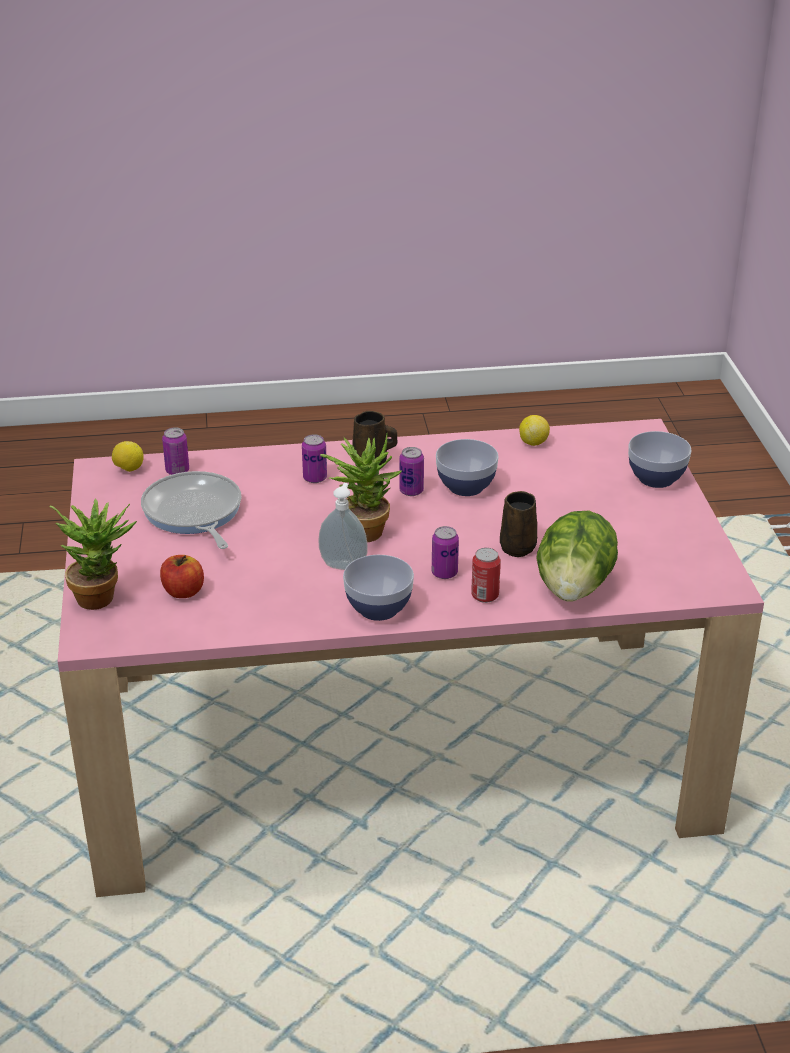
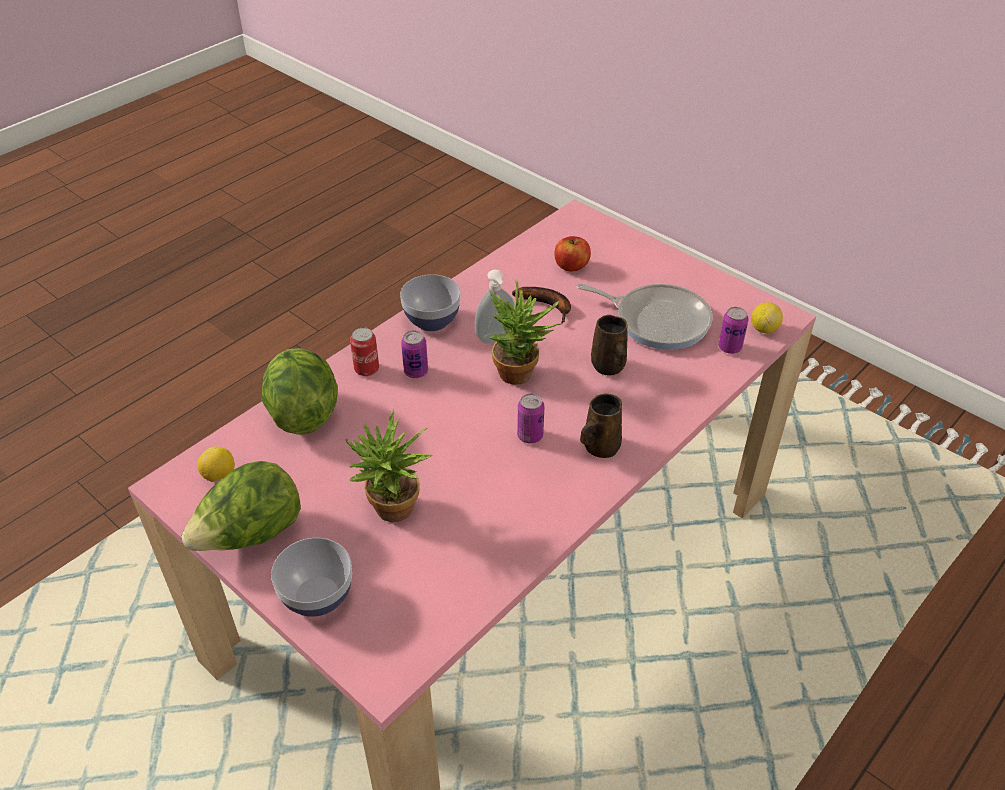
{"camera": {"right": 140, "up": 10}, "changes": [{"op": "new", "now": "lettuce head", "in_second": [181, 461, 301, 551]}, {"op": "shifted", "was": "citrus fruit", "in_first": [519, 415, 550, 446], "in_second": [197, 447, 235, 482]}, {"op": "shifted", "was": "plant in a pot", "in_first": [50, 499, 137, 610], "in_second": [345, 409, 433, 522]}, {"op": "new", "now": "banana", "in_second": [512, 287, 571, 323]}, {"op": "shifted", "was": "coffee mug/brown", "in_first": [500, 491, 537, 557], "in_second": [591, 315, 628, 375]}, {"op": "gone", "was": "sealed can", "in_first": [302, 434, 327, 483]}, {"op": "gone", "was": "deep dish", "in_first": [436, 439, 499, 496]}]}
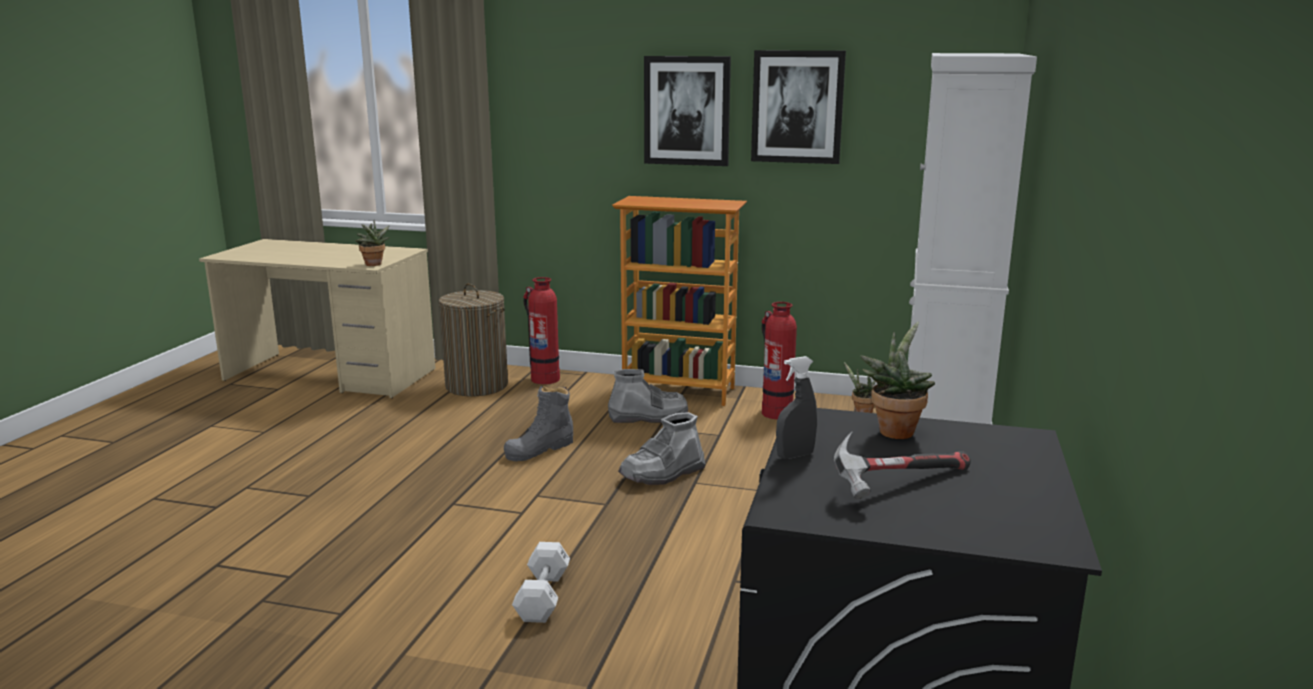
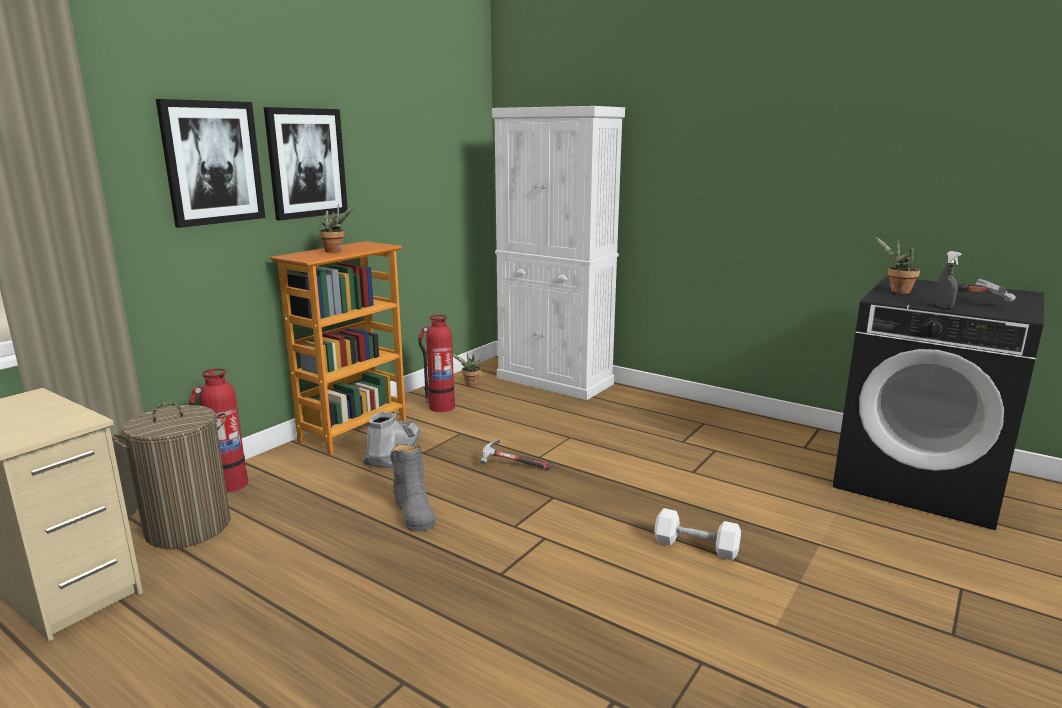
{"camera": {"right": -70, "up": 0}, "changes": [{"op": "shifted", "was": "wall art", "in_first": [751, 50, 846, 164], "in_second": [156, 99, 265, 228]}, {"op": "shifted", "was": "plant in a pot", "in_first": [355, 220, 390, 266], "in_second": [319, 204, 355, 253]}, {"op": "swapped", "was": "tall boot/gray", "now": "tool hammer", "in_first": [618, 412, 705, 485], "in_second": [480, 440, 552, 470]}]}
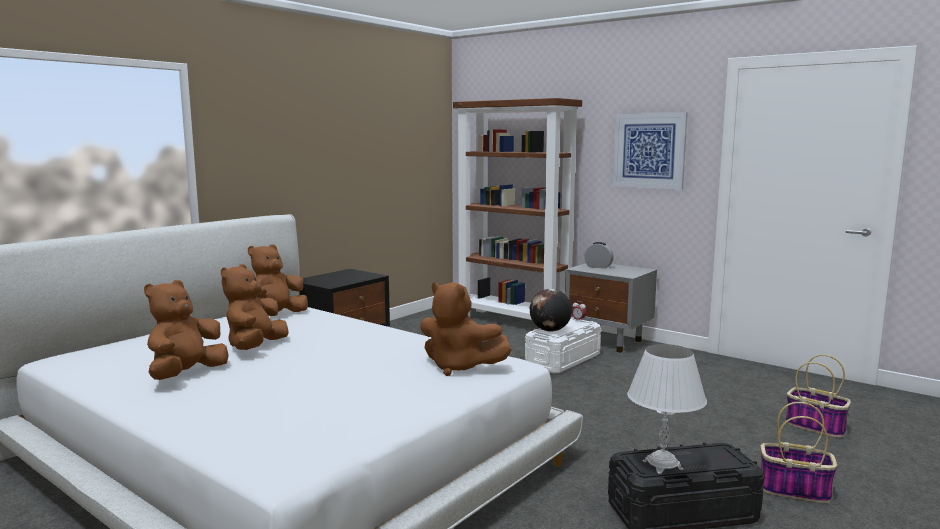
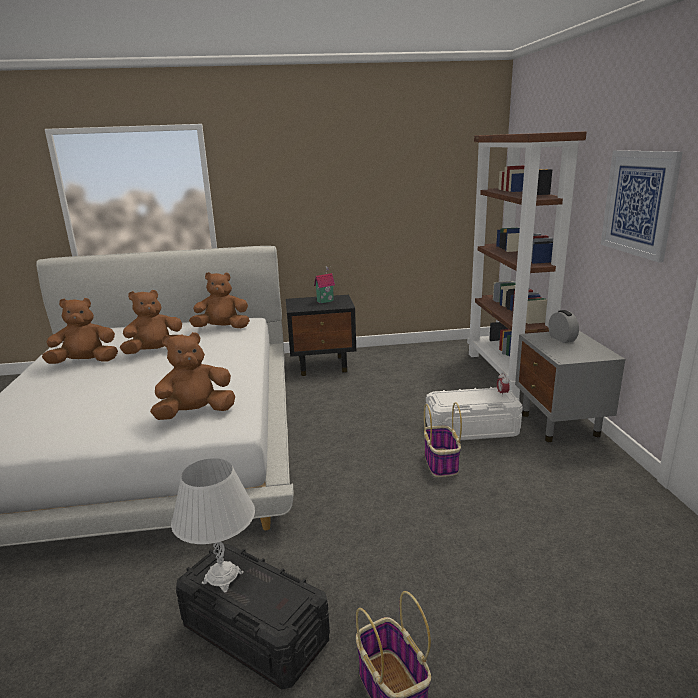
{"camera": {"right": 45, "up": 10}, "changes": [{"op": "rotated", "was": "cuddly toy/brown", "in_first": [420, 282, 512, 376], "in_second": [150, 332, 235, 420], "clockwise": 75}, {"op": "new", "now": "toy house", "in_second": [314, 266, 335, 304]}, {"op": "shifted", "was": "household basket", "in_first": [786, 354, 851, 438], "in_second": [424, 402, 462, 477]}, {"op": "gone", "was": "globe", "in_first": [530, 289, 572, 332]}]}
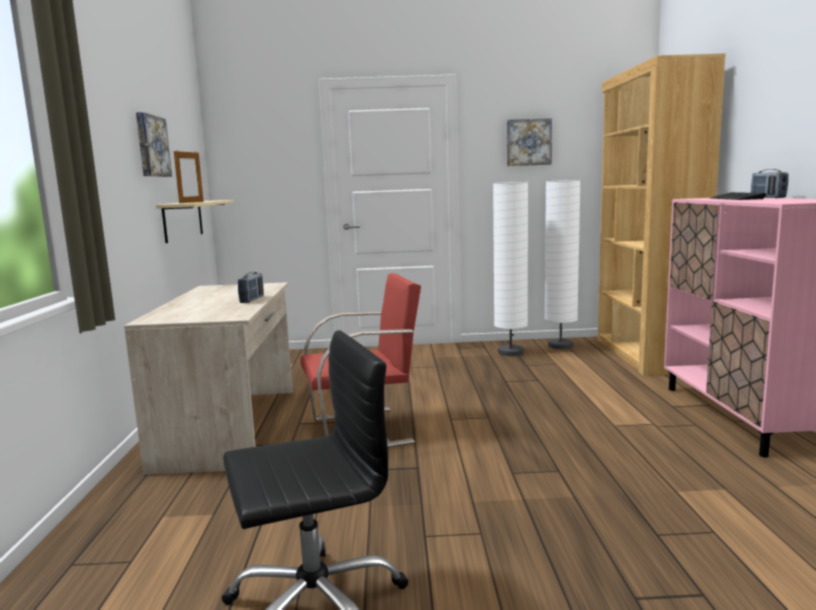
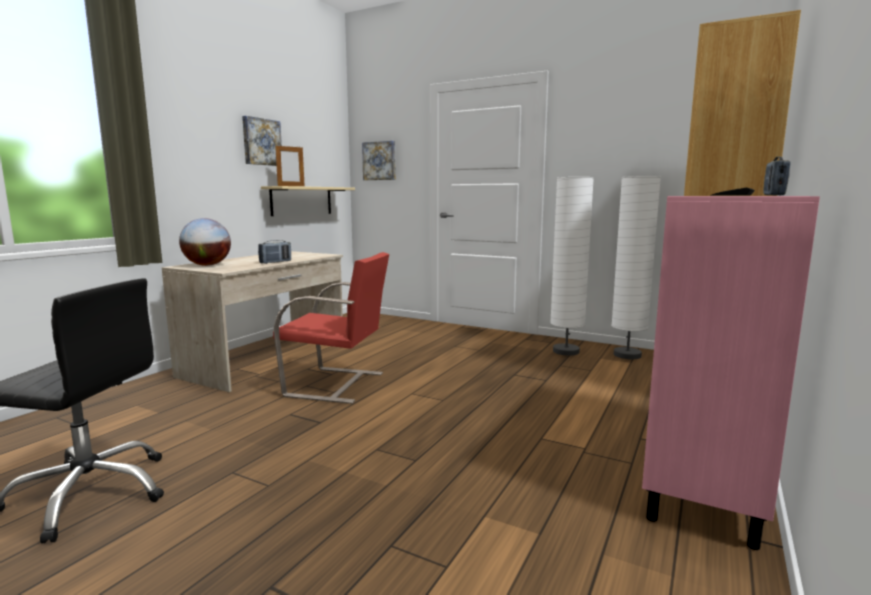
{"camera": {"right": 30, "up": 0}, "changes": [{"op": "new", "now": "globe", "in_second": [179, 218, 231, 266]}, {"op": "shifted", "was": "wall art", "in_first": [507, 118, 552, 166], "in_second": [362, 141, 396, 180]}]}
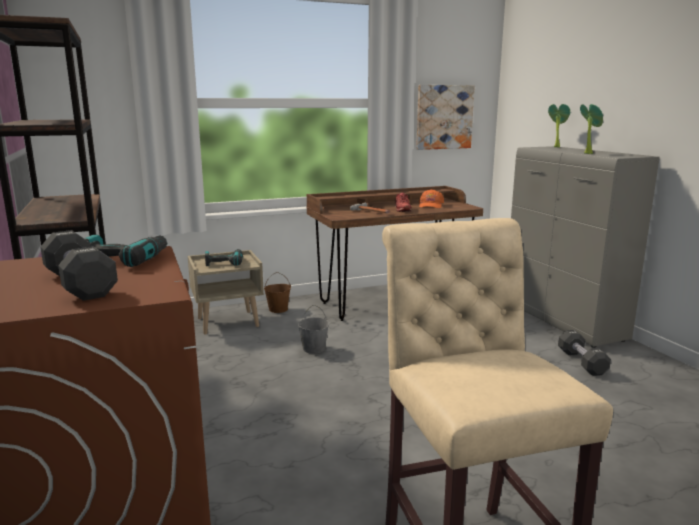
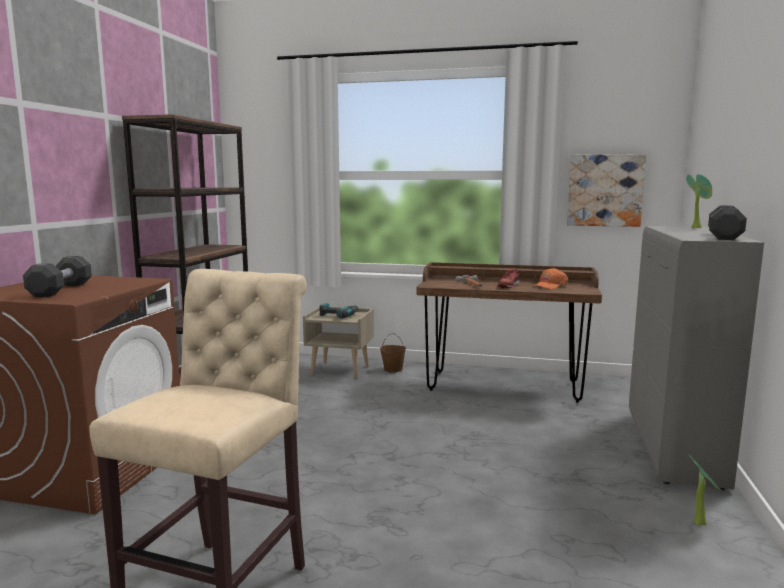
{"camera": {"right": 35, "up": -5}, "changes": [{"op": "shifted", "was": "plant in a pot", "in_first": [580, 104, 603, 154], "in_second": [689, 455, 722, 526]}, {"op": "shifted", "was": "hand weight/blackish", "in_first": [558, 330, 611, 376], "in_second": [708, 205, 747, 240]}, {"op": "gone", "was": "drill", "in_first": [84, 235, 167, 267]}, {"op": "gone", "was": "bucket/gray", "in_first": [298, 305, 329, 354]}]}
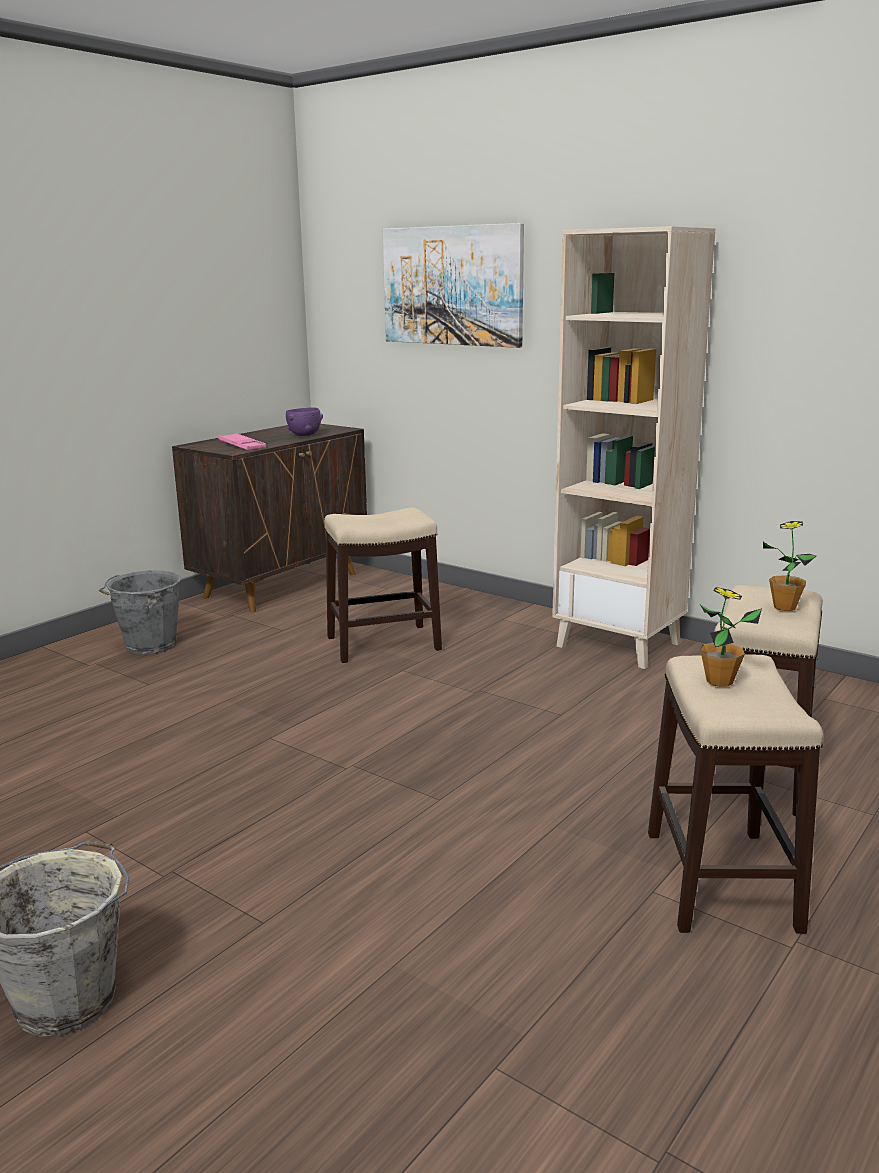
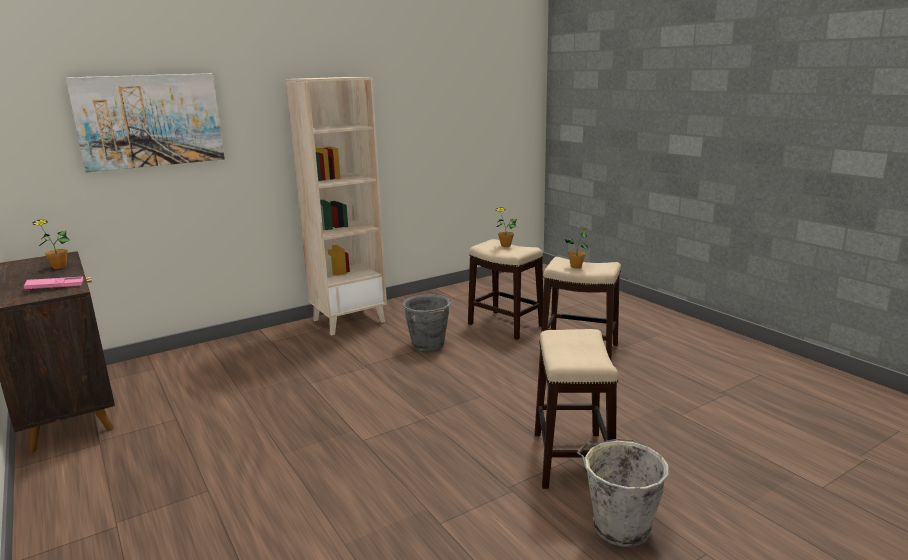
{"camera": {"right": -70, "up": 0}, "changes": [{"op": "swapped", "was": "deep dish/purple-coloured", "now": "plant in a pot", "in_first": [286, 407, 323, 436], "in_second": [32, 220, 70, 269]}, {"op": "shifted", "was": "bucket/gray", "in_first": [99, 571, 181, 655], "in_second": [403, 294, 452, 351]}, {"op": "shifted", "was": "sitting stool", "in_first": [324, 507, 442, 663], "in_second": [535, 329, 618, 489]}]}
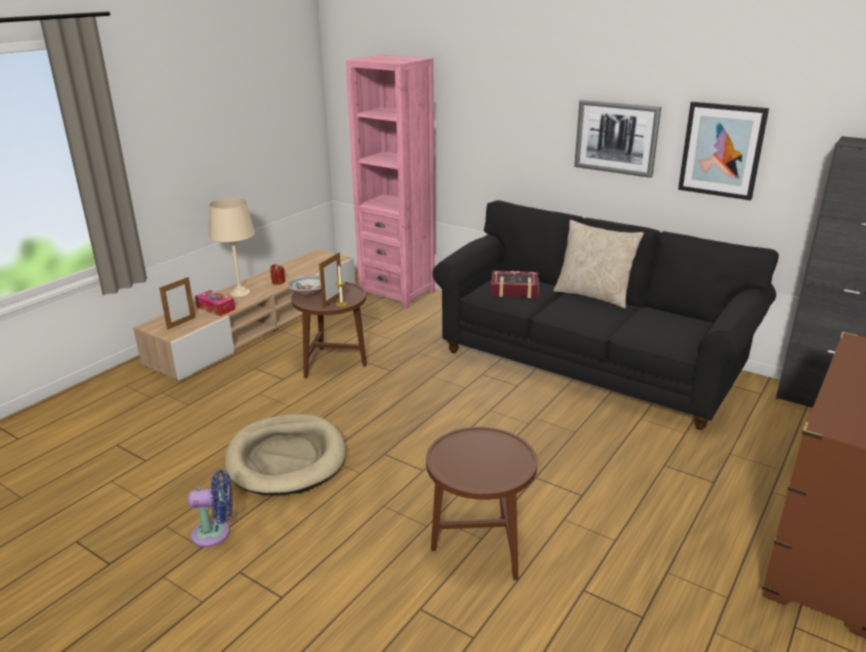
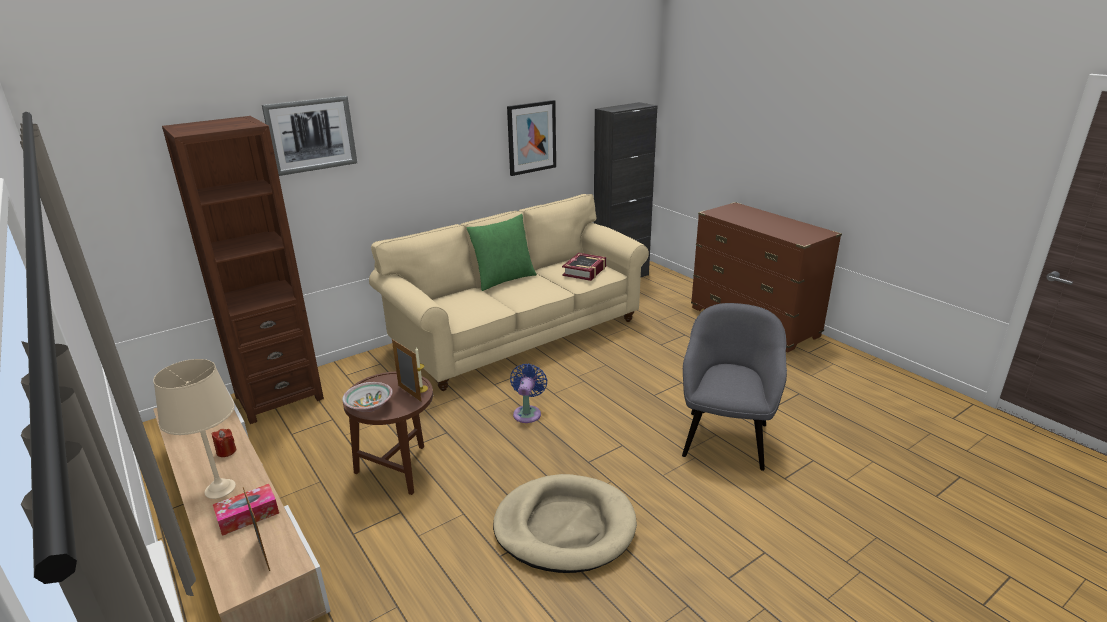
{"camera": {"right": -70, "up": 0}, "changes": [{"op": "repainted", "was": "shelving unit/pink", "now": "shelving unit/brown", "in_first": [346, 55, 435, 309], "in_second": [162, 116, 324, 424]}, {"op": "shifted", "was": "wall art", "in_first": [574, 100, 661, 178], "in_second": [262, 96, 357, 176]}, {"op": "repainted", "was": "couch/blackish", "now": "couch/beige-coloured", "in_first": [432, 200, 779, 430], "in_second": [369, 194, 649, 391]}, {"op": "repainted", "was": "cushion/beige-coloured", "now": "cushion/greenish", "in_first": [553, 220, 644, 309], "in_second": [467, 214, 537, 291]}, {"op": "shifted", "was": "cooling fan/bluish", "in_first": [188, 470, 233, 547], "in_second": [510, 363, 547, 423]}, {"op": "shifted", "was": "bound book", "in_first": [491, 270, 539, 298], "in_second": [562, 253, 606, 281]}, {"op": "swapped", "was": "end table/brown", "now": "easy chair/gray", "in_first": [426, 427, 537, 580], "in_second": [682, 303, 787, 471]}]}
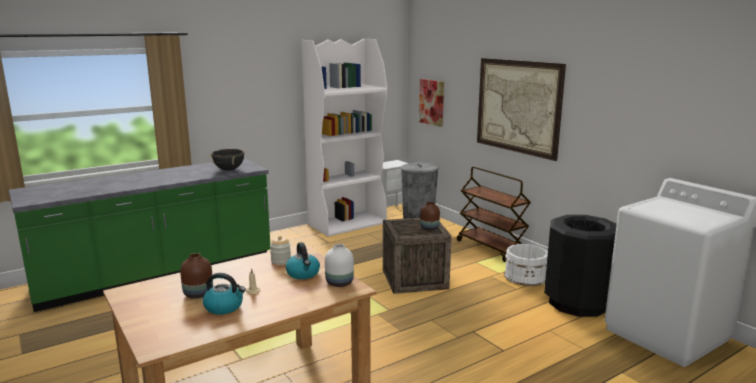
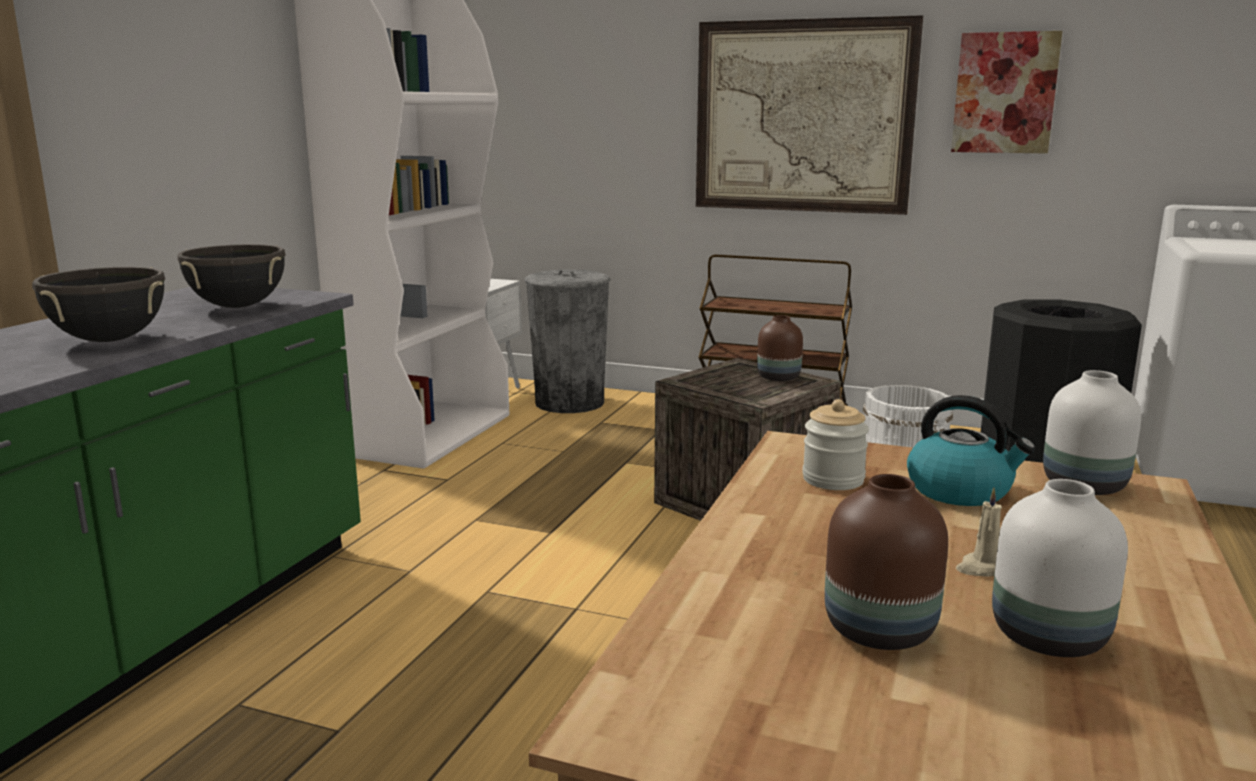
{"camera": {"right": -35, "up": 0}, "changes": [{"op": "new", "now": "saucepot/blackish", "in_second": [32, 267, 165, 342]}, {"op": "shifted", "was": "wall art", "in_first": [419, 79, 444, 127], "in_second": [951, 31, 1062, 154]}, {"op": "swapped", "was": "tea kettle", "now": "vase/whitish", "in_first": [203, 273, 246, 315], "in_second": [992, 479, 1128, 657]}]}
